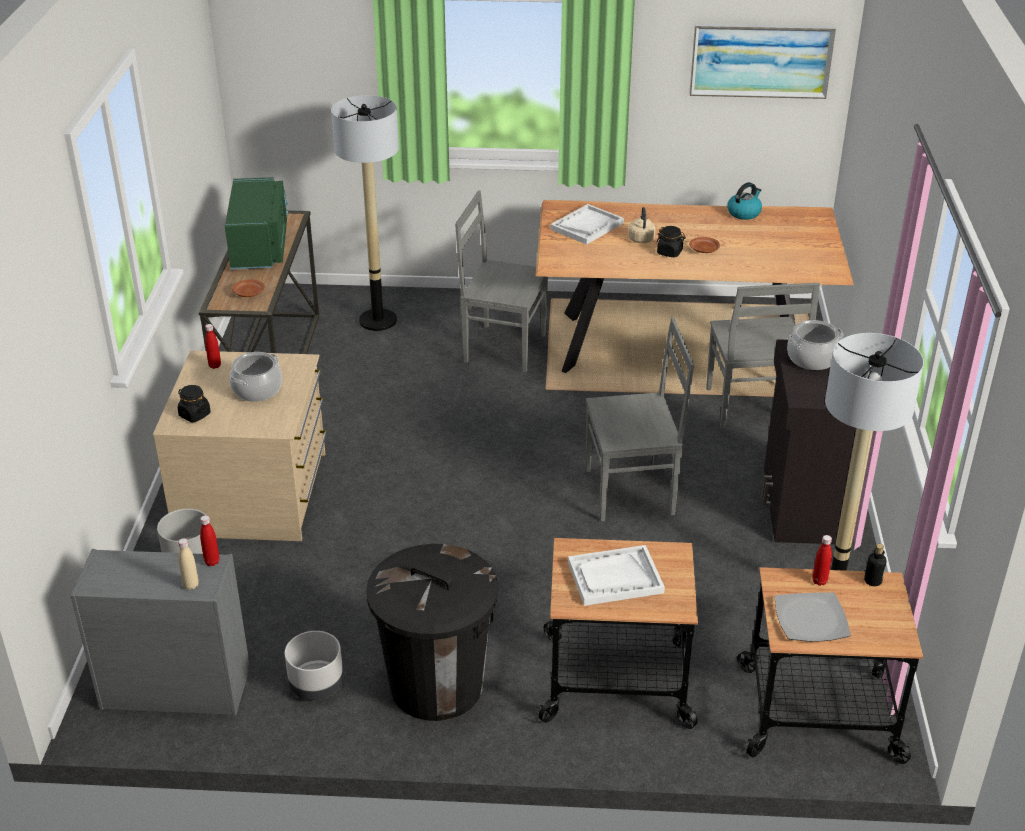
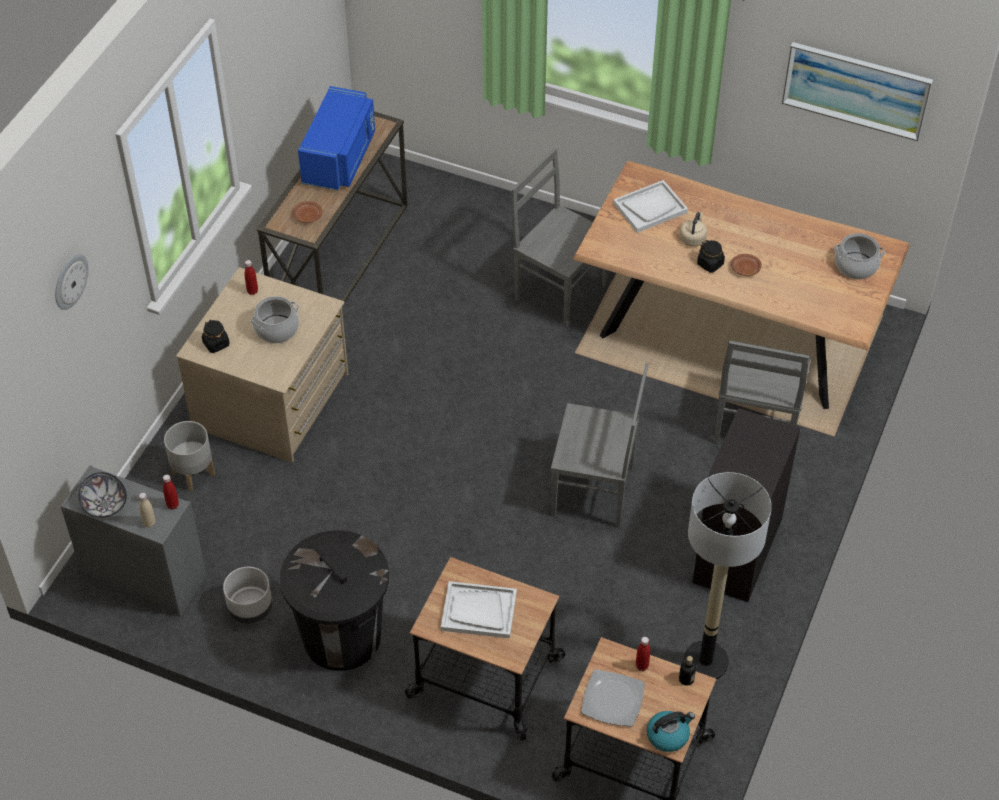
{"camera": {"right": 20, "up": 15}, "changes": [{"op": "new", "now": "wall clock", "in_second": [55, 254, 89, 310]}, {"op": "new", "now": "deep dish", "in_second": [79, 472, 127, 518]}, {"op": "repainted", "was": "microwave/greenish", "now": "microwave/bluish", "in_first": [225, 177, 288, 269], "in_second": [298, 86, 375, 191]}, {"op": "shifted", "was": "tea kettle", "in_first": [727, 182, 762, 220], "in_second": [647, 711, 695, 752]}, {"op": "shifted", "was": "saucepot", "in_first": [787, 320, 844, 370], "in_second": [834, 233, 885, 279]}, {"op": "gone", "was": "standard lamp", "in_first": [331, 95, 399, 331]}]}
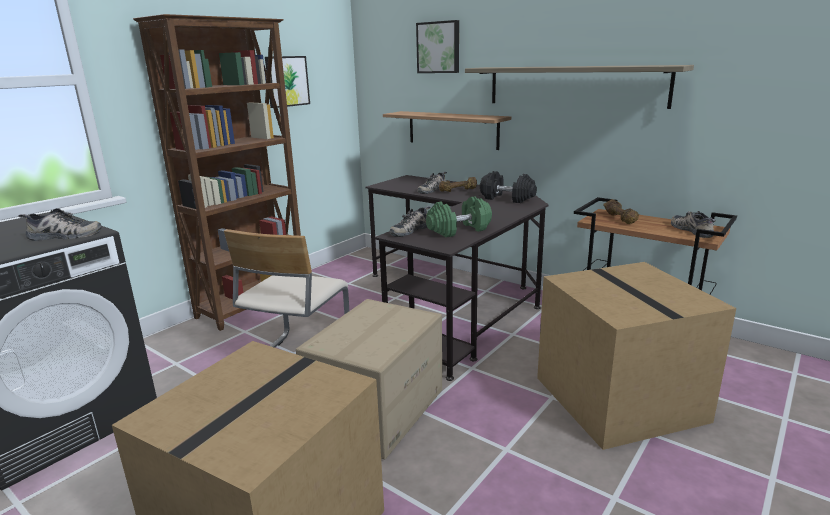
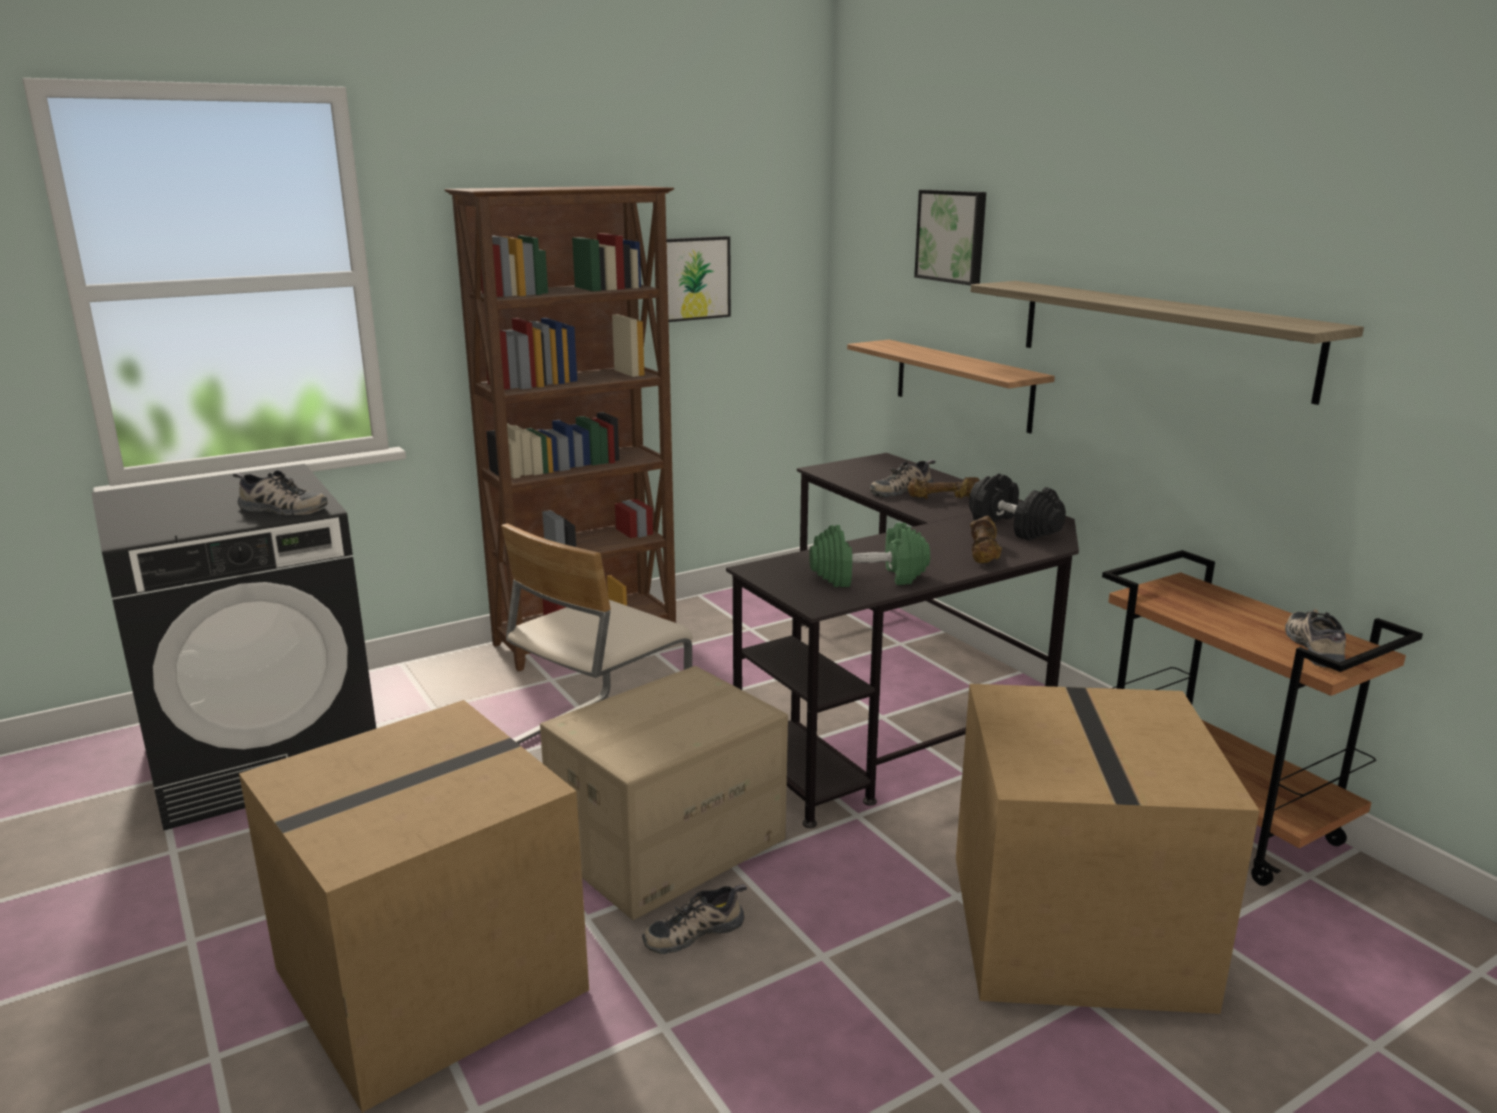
{"camera": {"right": 20, "up": 0}, "changes": [{"op": "shifted", "was": "low shoe", "in_first": [390, 206, 430, 237], "in_second": [642, 884, 747, 954]}, {"op": "shifted", "was": "hand weight/brown", "in_first": [603, 199, 639, 224], "in_second": [970, 516, 1002, 563]}]}
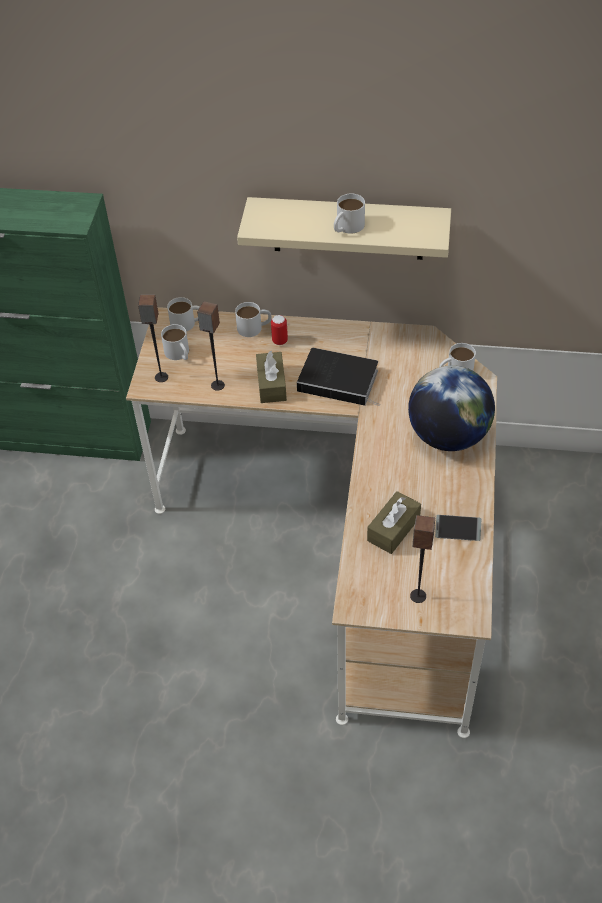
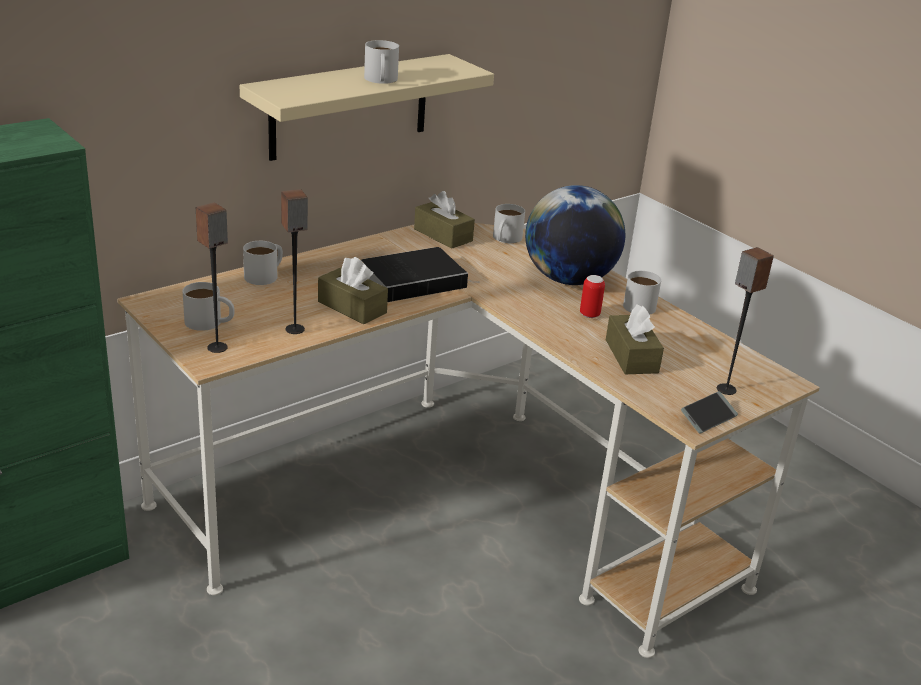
{"camera": {"right": -50, "up": -20}, "changes": [{"op": "new", "now": "tissue holder/brown", "in_second": [414, 191, 475, 249]}, {"op": "shifted", "was": "sealed can", "in_first": [271, 315, 288, 345], "in_second": [580, 275, 605, 318]}, {"op": "shifted", "was": "coffee mug/whitish", "in_first": [167, 297, 200, 332], "in_second": [623, 271, 661, 314]}, {"op": "shifted", "was": "telephone", "in_first": [435, 515, 481, 541], "in_second": [681, 391, 738, 434]}]}
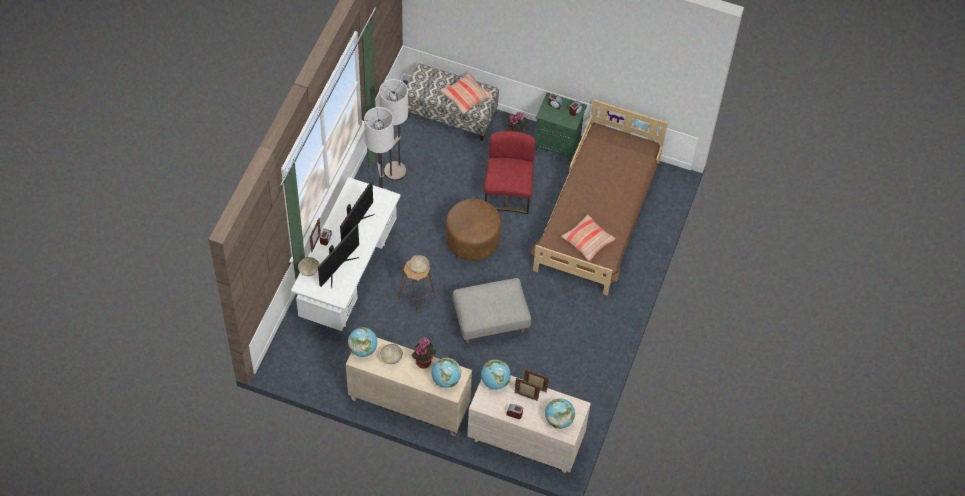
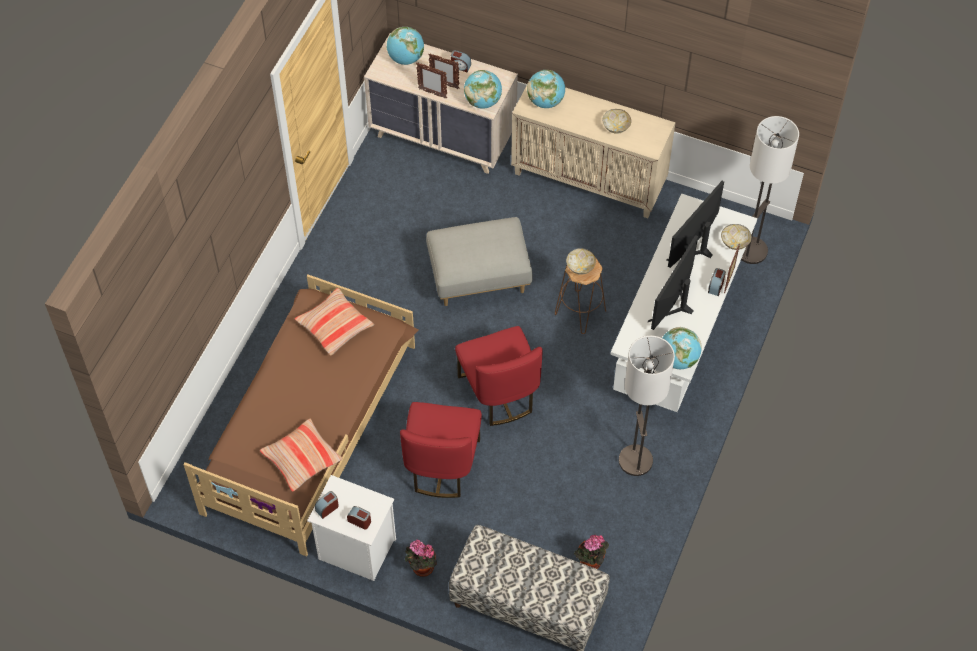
{"camera": {"right": -175, "up": 0}, "changes": [{"op": "shifted", "was": "cushion", "in_first": [440, 73, 493, 114], "in_second": [260, 419, 343, 492]}, {"op": "repainted", "was": "night table/greenish", "now": "night table/whitish", "in_first": [535, 93, 587, 162], "in_second": [307, 475, 396, 581]}, {"op": "swapped", "was": "ottoman/brown", "now": "chair/reddish", "in_first": [445, 199, 501, 261], "in_second": [455, 326, 543, 426]}, {"op": "shifted", "was": "plant in a pot", "in_first": [412, 337, 436, 368], "in_second": [574, 534, 609, 569]}, {"op": "shifted", "was": "globe", "in_first": [348, 327, 377, 357], "in_second": [663, 327, 702, 369]}, {"op": "shifted", "was": "standard lamp", "in_first": [379, 79, 408, 181], "in_second": [741, 116, 799, 264]}]}
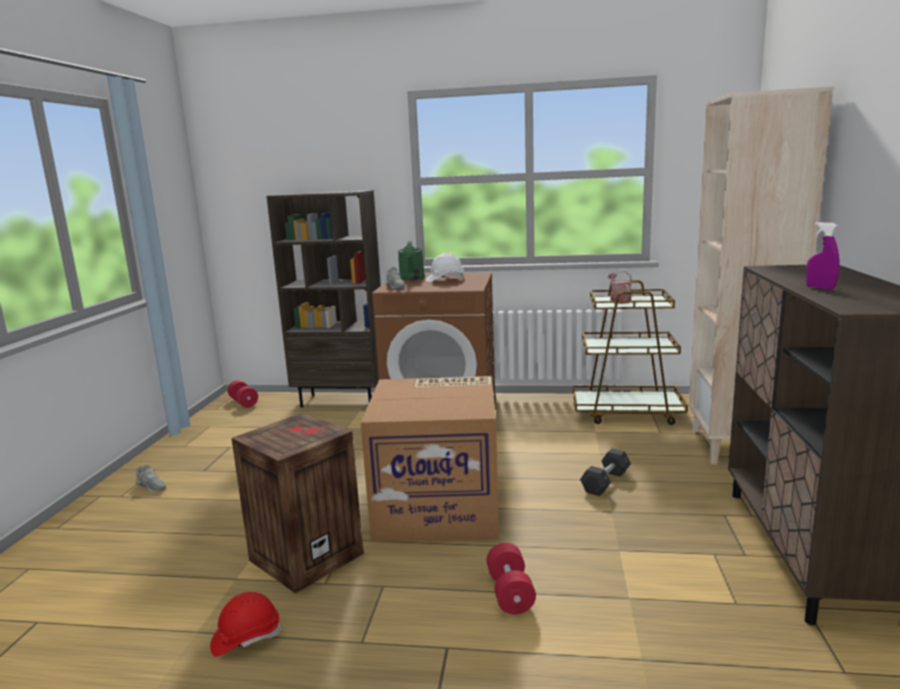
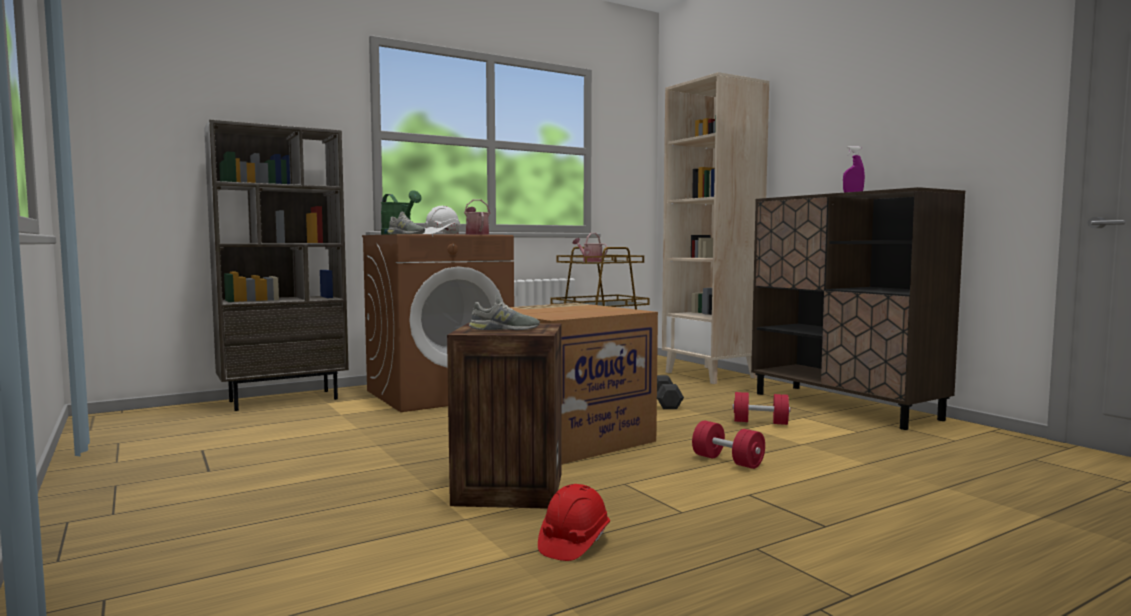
{"camera": {"right": -40, "up": -10}, "changes": [{"op": "new", "now": "watering can", "in_second": [464, 199, 490, 235]}, {"op": "shifted", "was": "low shoe/gray", "in_first": [136, 465, 166, 492], "in_second": [469, 295, 540, 330]}, {"op": "shifted", "was": "hand weight/reddish", "in_first": [228, 380, 258, 408], "in_second": [732, 392, 790, 425]}]}
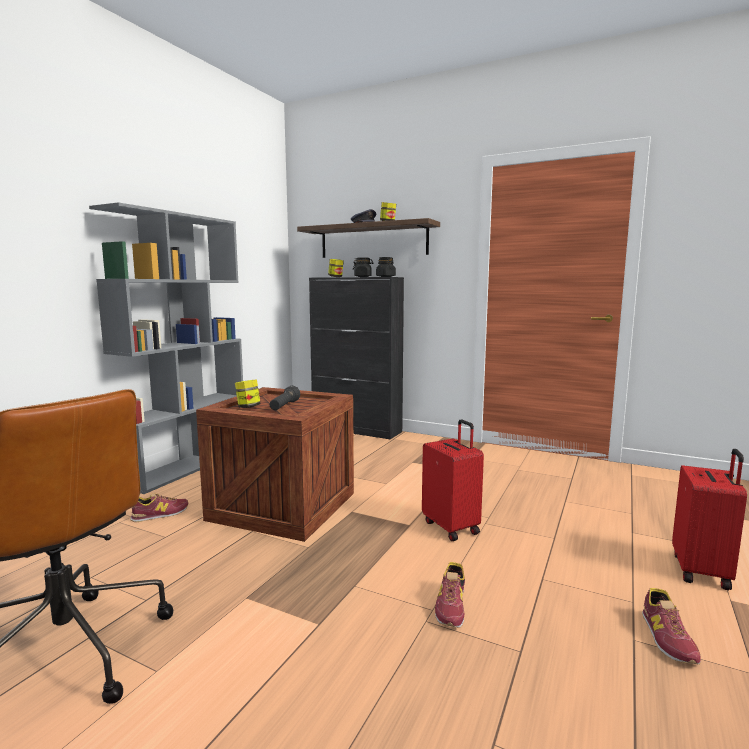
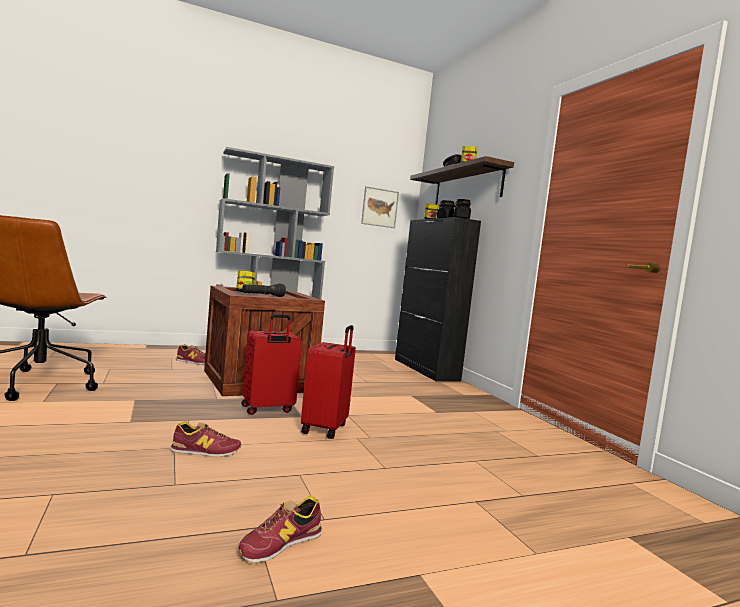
{"camera": {"right": 40, "up": -5}, "changes": [{"op": "rotated", "was": "low shoe", "in_first": [435, 562, 465, 628], "in_second": [170, 421, 241, 457], "clockwise": -150}, {"op": "shifted", "was": "travel case/reddish", "in_first": [672, 449, 747, 590], "in_second": [241, 314, 302, 415]}, {"op": "new", "now": "wall art", "in_second": [361, 186, 399, 228]}]}
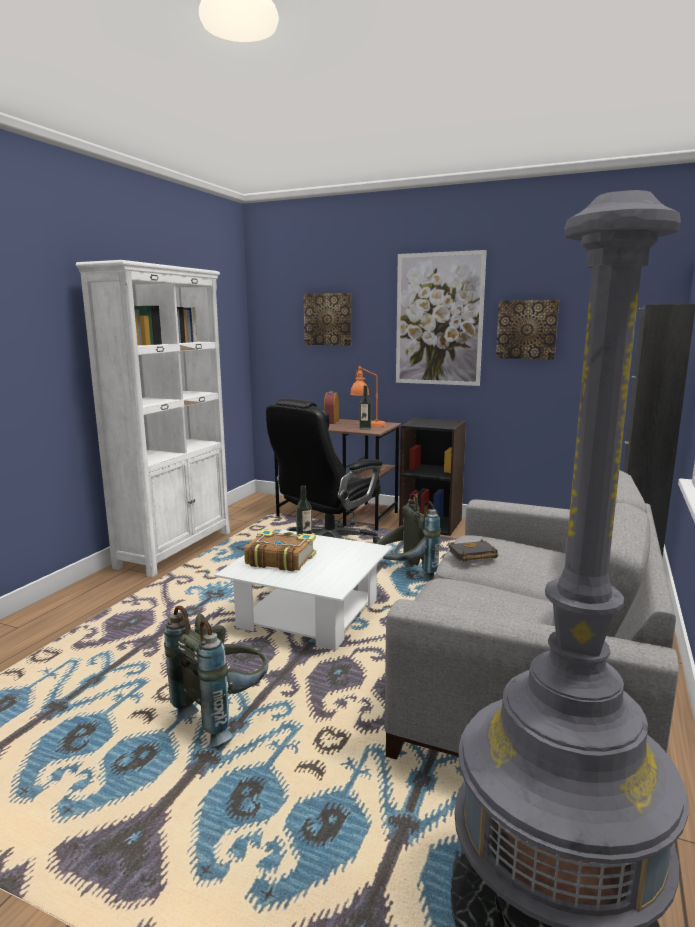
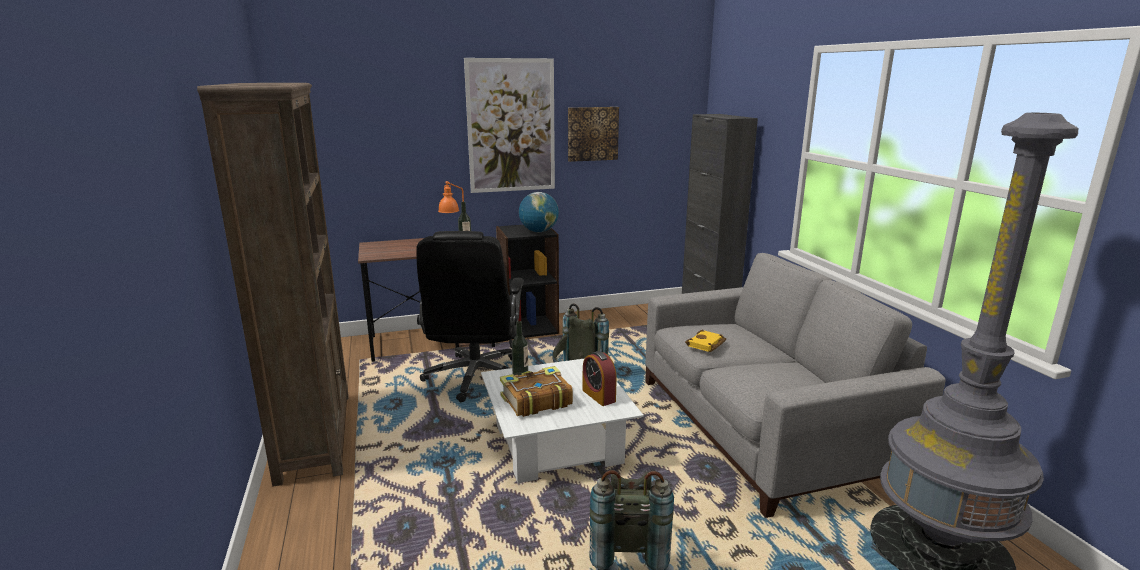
{"camera": {"right": -40, "up": 5}, "changes": [{"op": "repainted", "was": "shelving unit/whitish", "now": "shelving unit/brown", "in_first": [76, 260, 230, 577], "in_second": [197, 83, 349, 487]}, {"op": "new", "now": "globe", "in_second": [519, 192, 559, 232]}, {"op": "shifted", "was": "table clock", "in_first": [324, 391, 339, 424], "in_second": [582, 351, 617, 406]}, {"op": "repainted", "was": "bound book/blackish", "now": "bound book/yellow", "in_first": [449, 539, 498, 562], "in_second": [685, 330, 726, 352]}, {"op": "gone", "was": "wall art", "in_first": [304, 293, 351, 346]}]}
